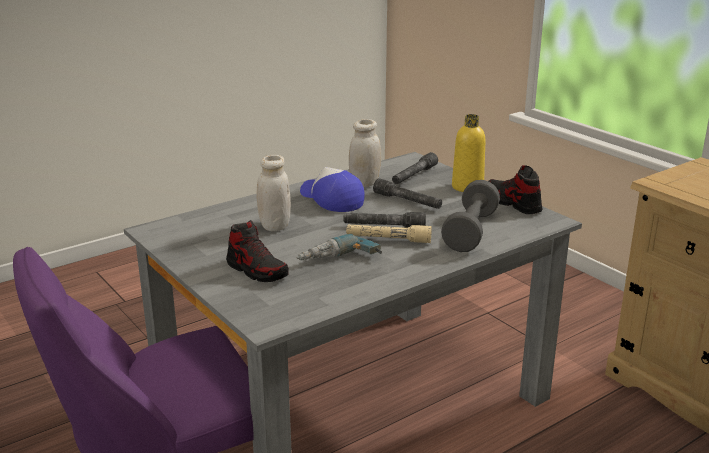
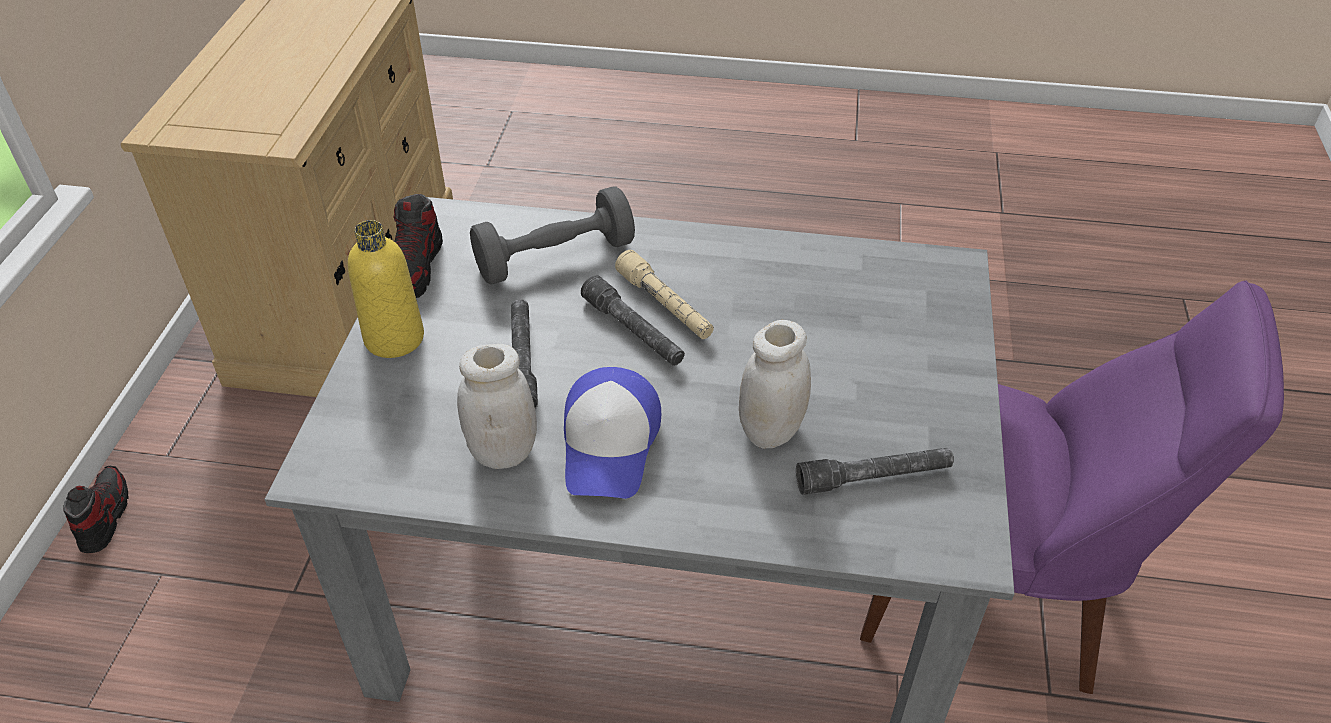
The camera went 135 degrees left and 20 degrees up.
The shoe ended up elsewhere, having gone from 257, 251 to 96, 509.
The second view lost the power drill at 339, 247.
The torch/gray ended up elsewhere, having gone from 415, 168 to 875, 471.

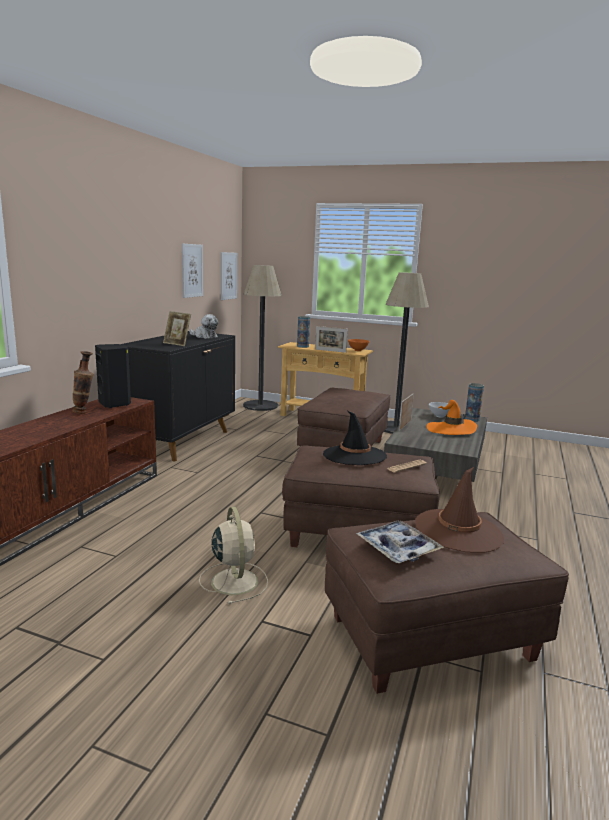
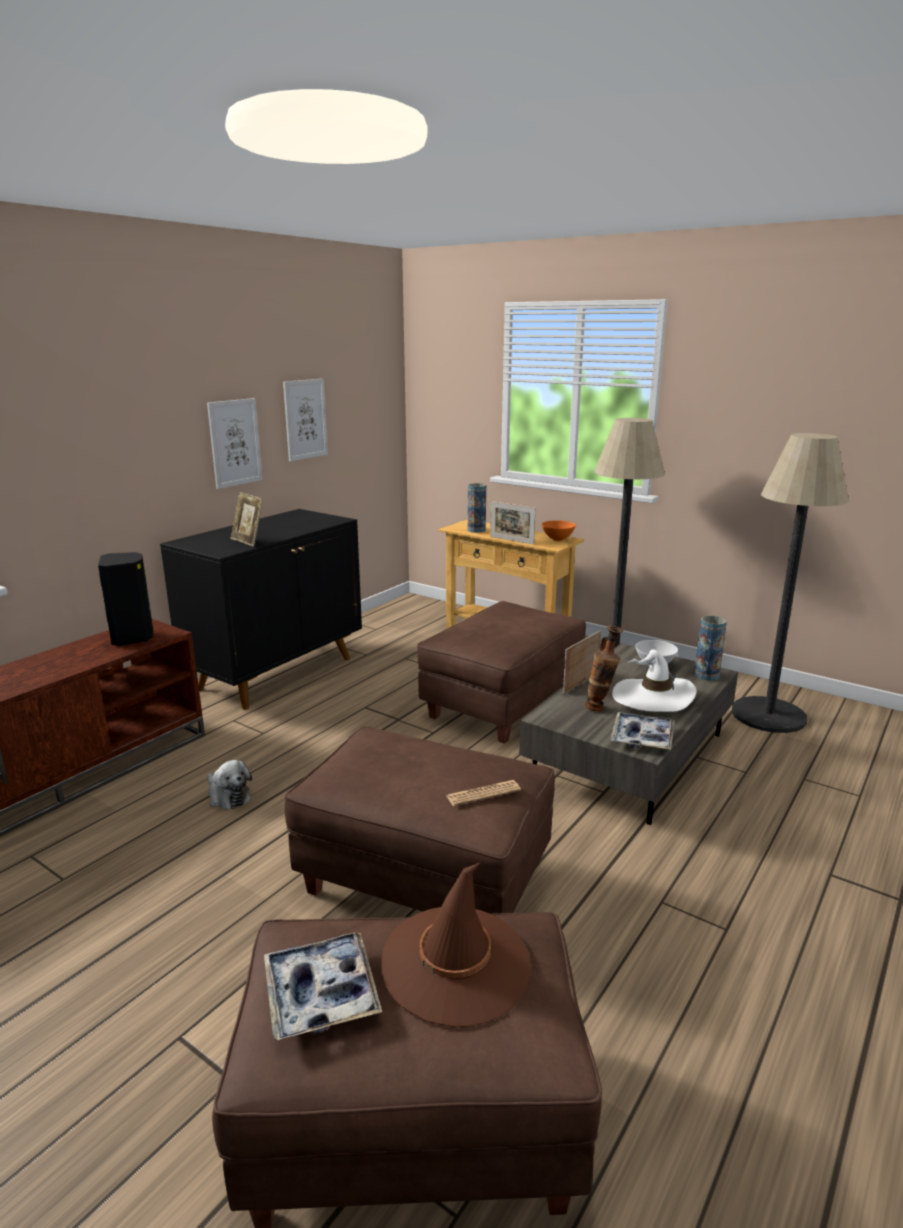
The camera went 15 degrees right and 5 degrees up.
The flower vase ended up elsewhere, having gone from 83, 382 to 604, 668.
The soft toy ended up elsewhere, having gone from 203, 326 to 230, 784.
The second view lost the fan/sand-coloured at 233, 555.
The picture ended up elsewhere, having gone from 229, 276 to 235, 443.
The standard lamp ended up elsewhere, having gone from 262, 338 to 790, 583.
The second view lost the hat/black-coloured at 355, 438.
What was the hat/orange-coloured at 451, 417 turned into the hat/white-coloured at 654, 680.
The second view gained the carrying tray at 642, 731.

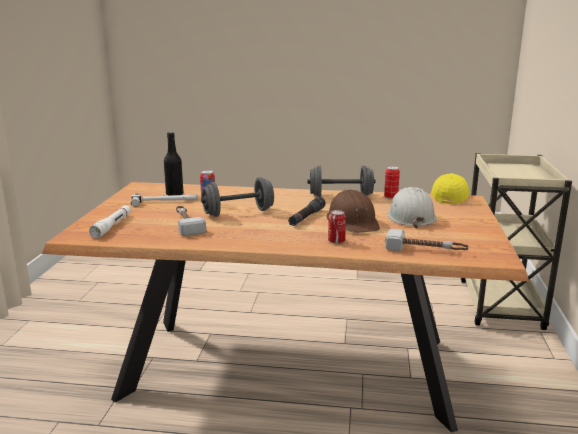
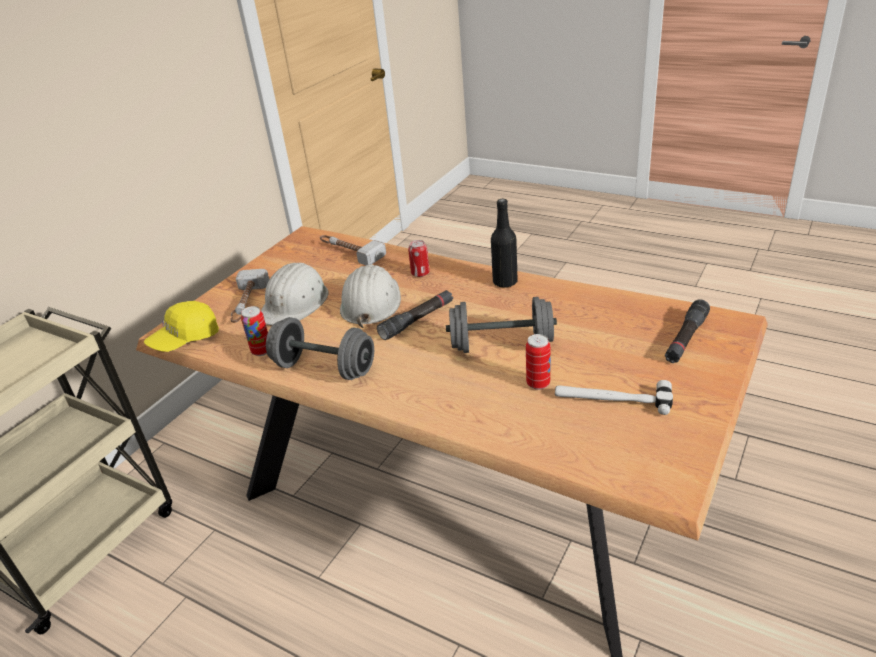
The camera went 155 degrees left and 15 degrees up.
What was the torch/white-coloured at 110, 221 turned into the torch/black-coloured at 687, 331.
The beverage bottle/black-coloured ended up elsewhere, having gone from 173, 163 to 504, 243.
The tool hammer ended up elsewhere, having gone from 191, 221 to 249, 296.
What was the safety helmet/brown at 353, 211 turned into the safety helmet/white-coloured at 370, 296.

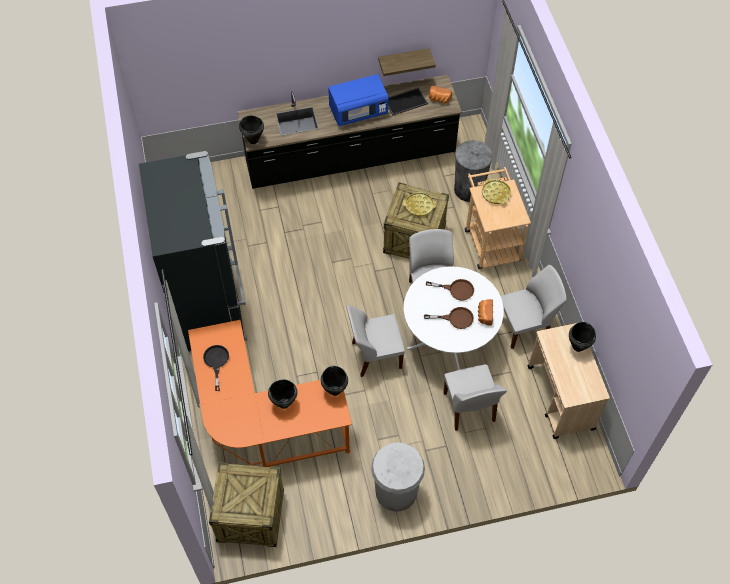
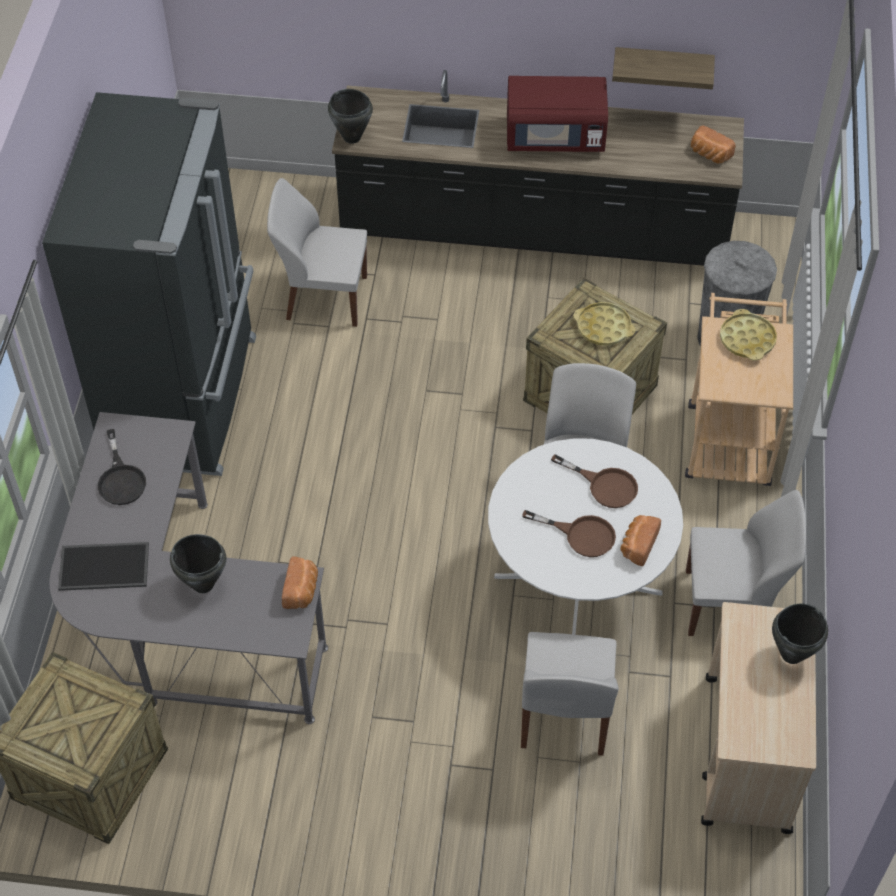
The camera went 20 degrees right and 5 degrees down.
What was the desk/orange-coloured at 270, 393 turned into the desk/gray at 188, 568.
The skillet/black-coloured at 216, 368 ended up facing another way, 150 degrees clockwise from before.
Where the stockpot/black-coloured stood at 334, 381, the baked bread came to stand at 300, 582.
What was the microwave/blue-coloured at 358, 100 turned into the microwave/reddish at 557, 114.
The chair/white-coloured ended up elsewhere, having gone from 375, 340 to 317, 252.
The second view lost the waste bin/white-coloured at 398, 477.
The carrying tray ended up elsewhere, having gone from 408, 101 to 103, 566.

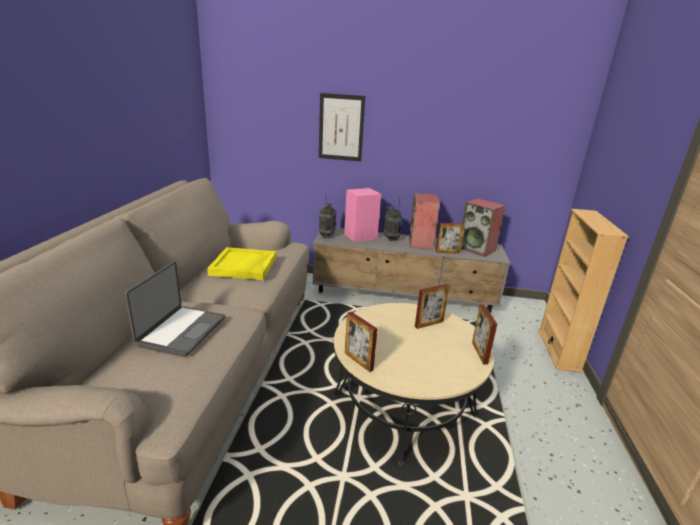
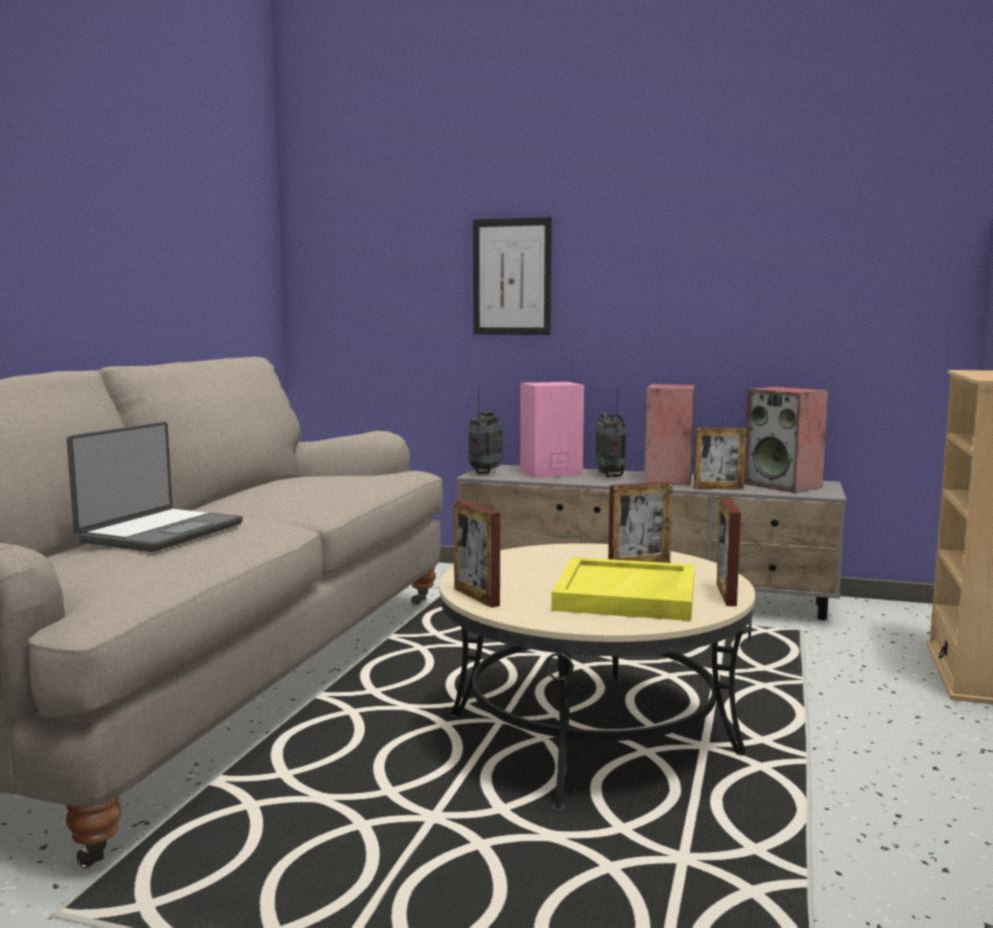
The camera went 10 degrees right and 15 degrees down.
The carrying tray/yellow ended up elsewhere, having gone from 241, 263 to 623, 589.

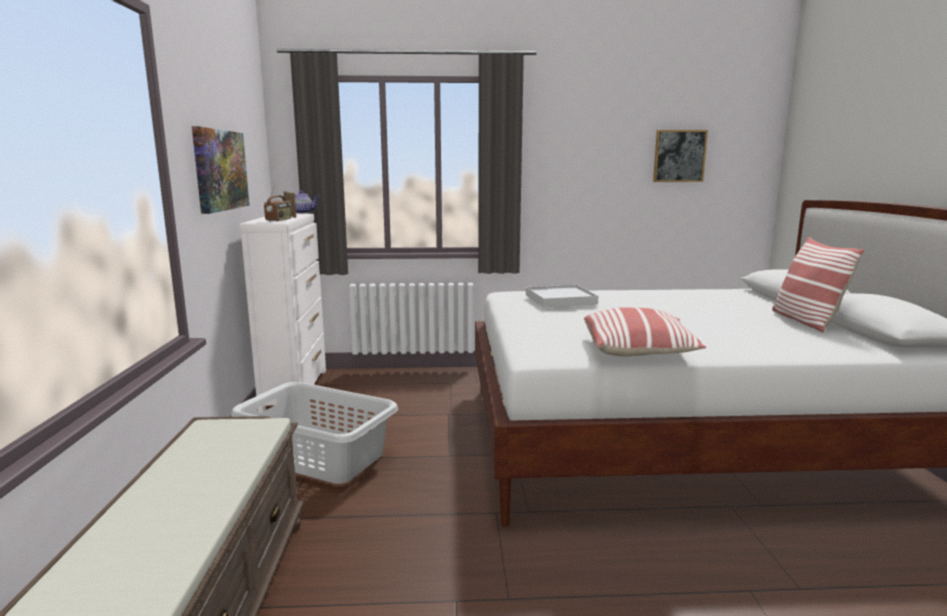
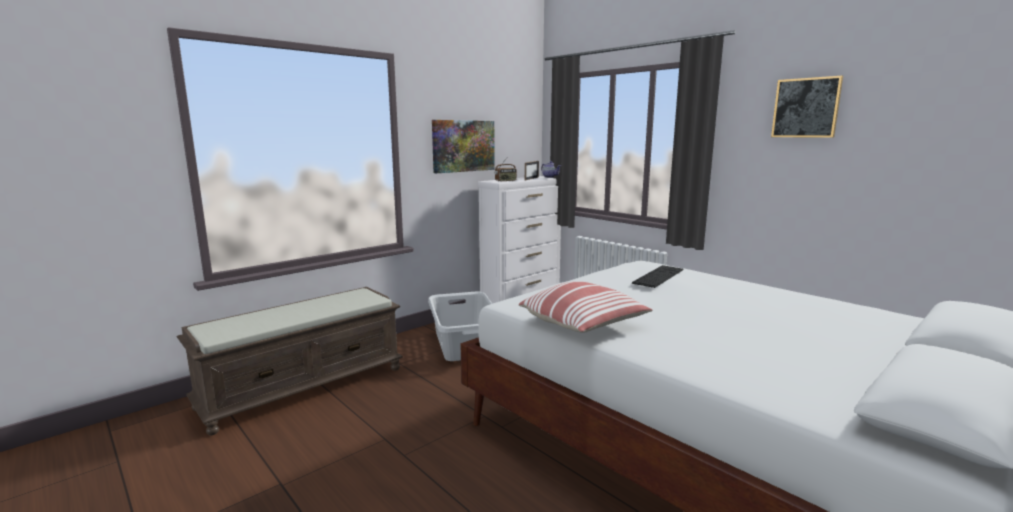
The camera went 50 degrees right and 0 degrees up.
Where the carrying tray/white-coloured stood at 562, 296, the PC keyboard came to stand at 657, 276.
The picture ended up elsewhere, having gone from 680, 156 to 807, 106.
The second view lost the pillow at 818, 284.

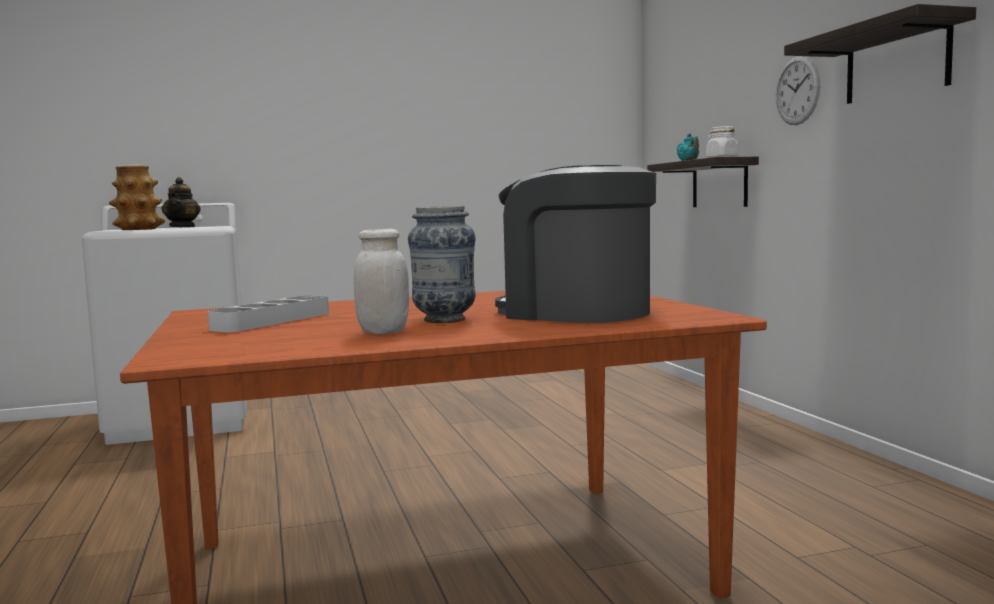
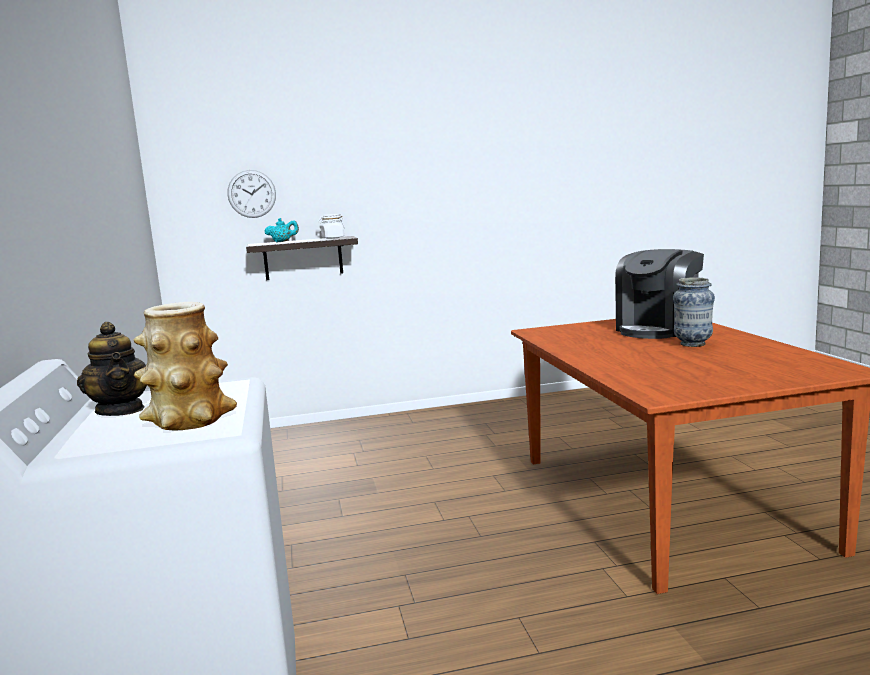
The camera went 85 degrees left and 5 degrees up.
The tea pot at 181, 202 ended up facing another way, 60 degrees clockwise from before.
The second view lost the carrying tray/gray at 268, 313.
The second view lost the preserve jar/white-coloured at 381, 281.
The clock on the wall ended up elsewhere, having gone from 798, 90 to 251, 194.
The second view lost the bracket shelf at 880, 54.

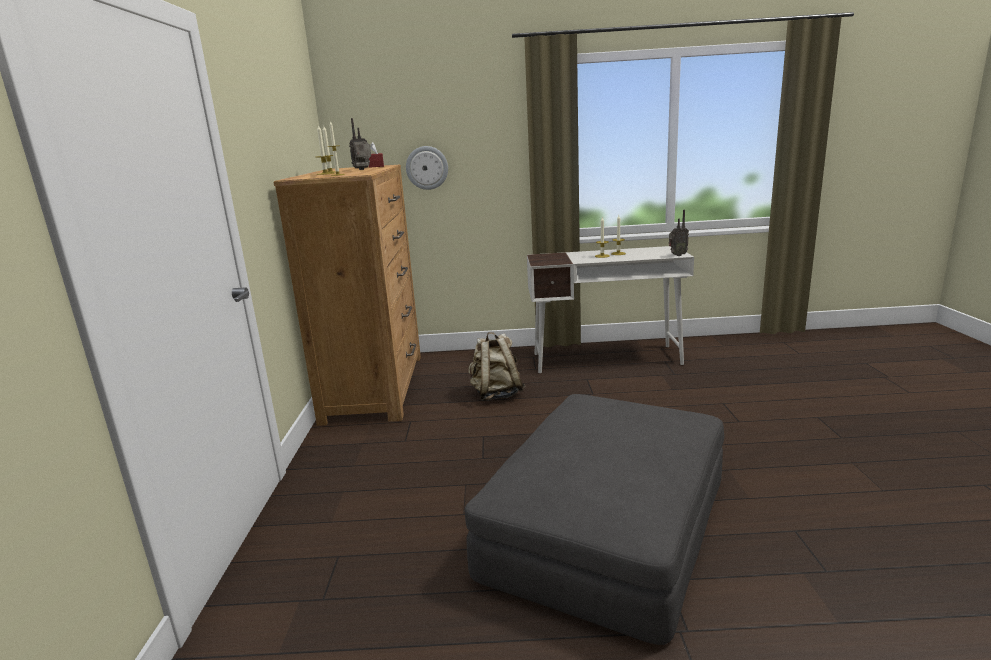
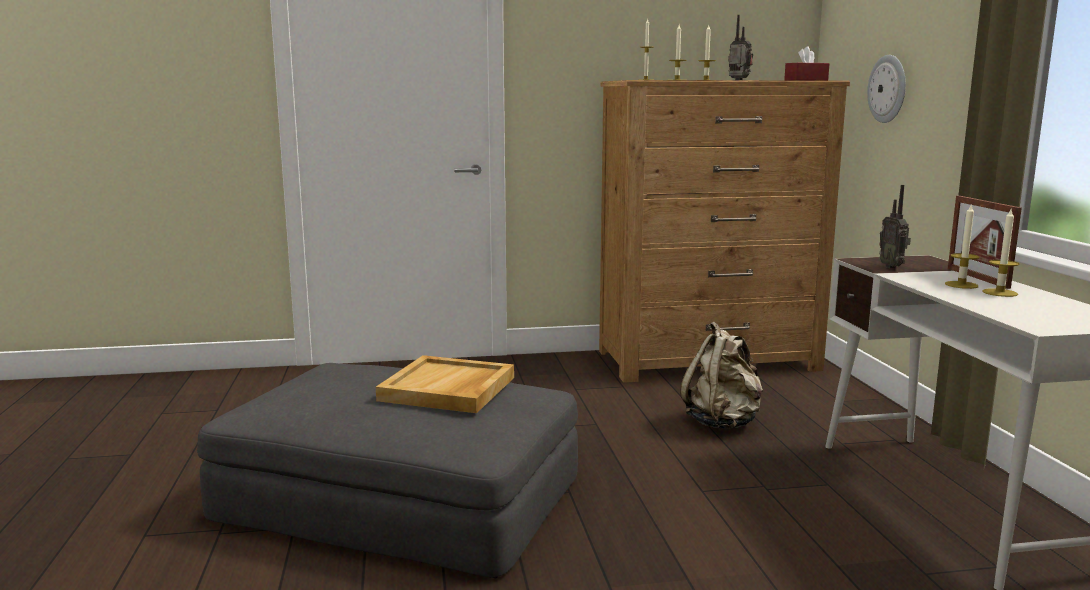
The camera went 80 degrees right and 5 degrees down.
The radio set ended up elsewhere, having gone from 679, 233 to 895, 226.
The second view gained the carrying tray/sand-coloured at 445, 384.
The second view gained the standing frame at 985, 242.

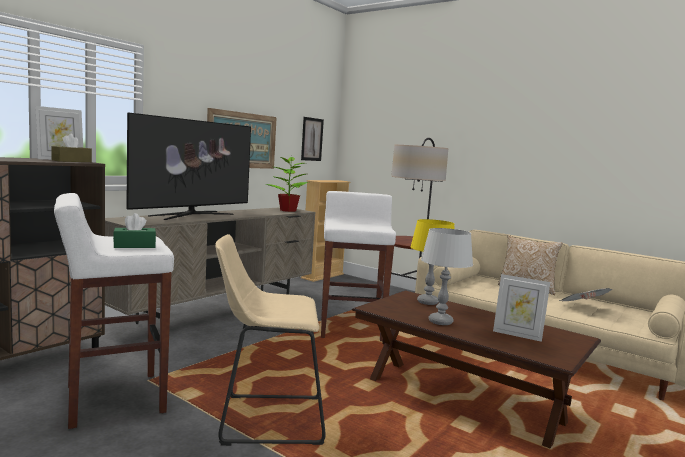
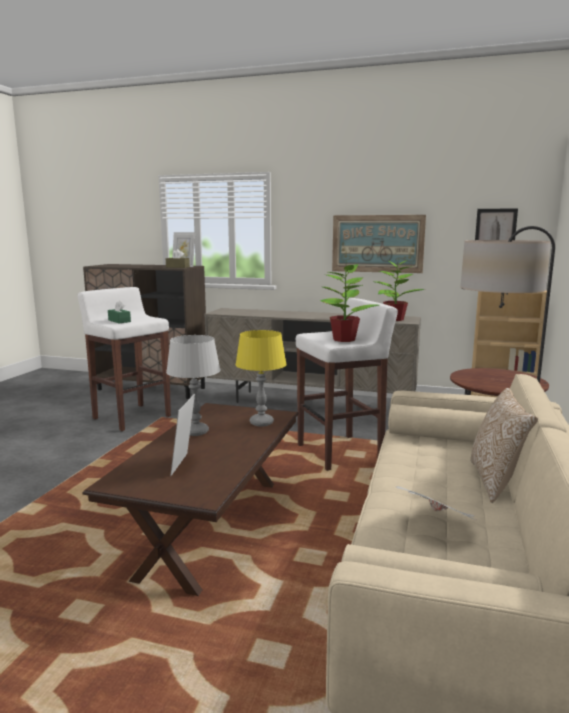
The camera went 70 degrees right and 5 degrees up.
The second view lost the TV set at 188, 166.
The second view lost the stool seat/sand-coloured at 270, 340.
The second view gained the potted plant at 349, 303.

